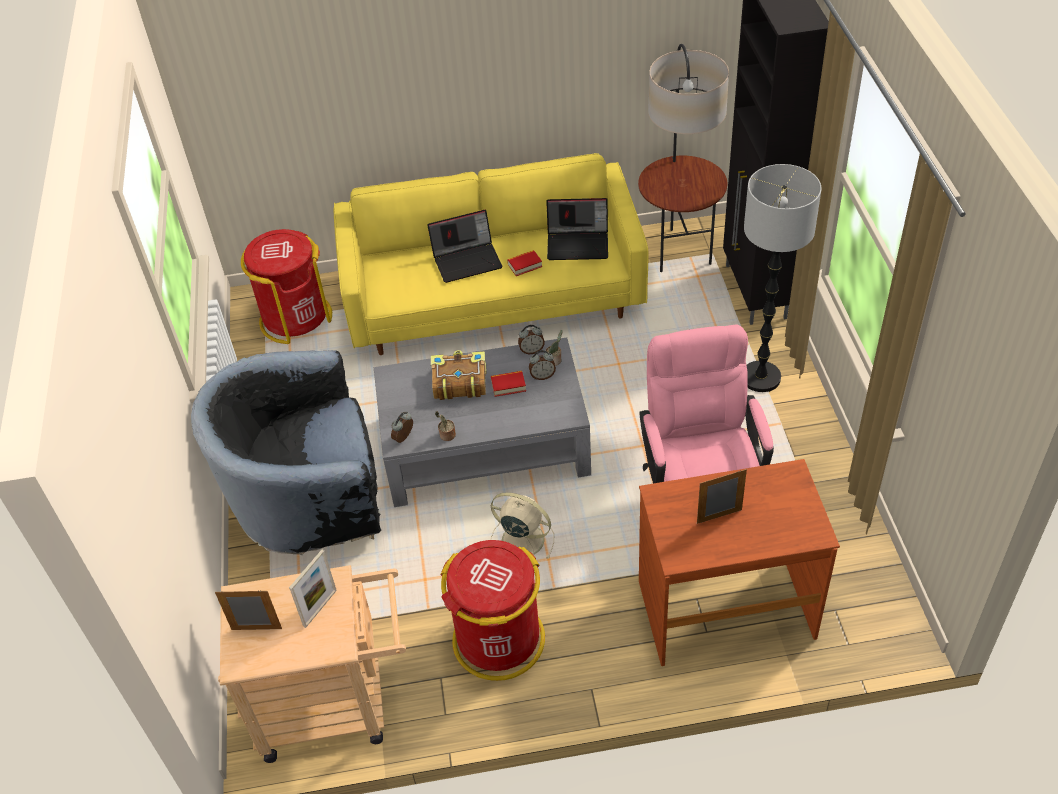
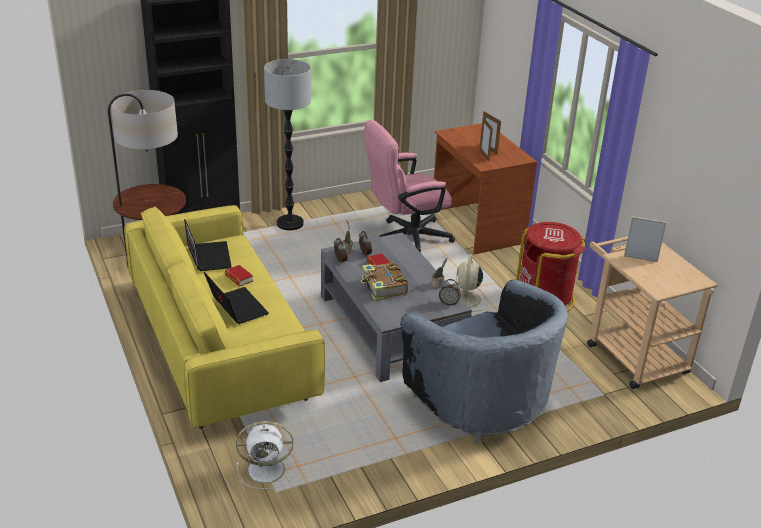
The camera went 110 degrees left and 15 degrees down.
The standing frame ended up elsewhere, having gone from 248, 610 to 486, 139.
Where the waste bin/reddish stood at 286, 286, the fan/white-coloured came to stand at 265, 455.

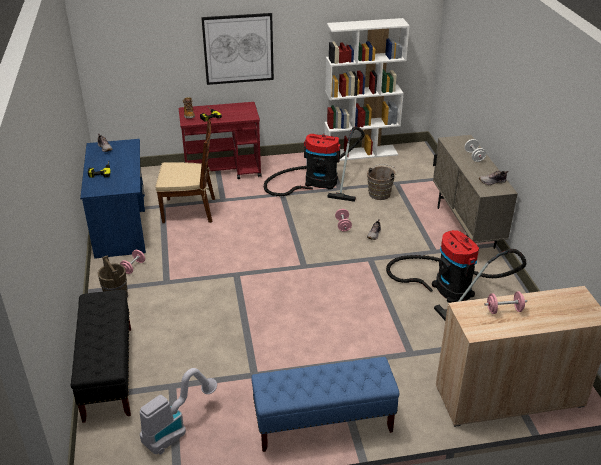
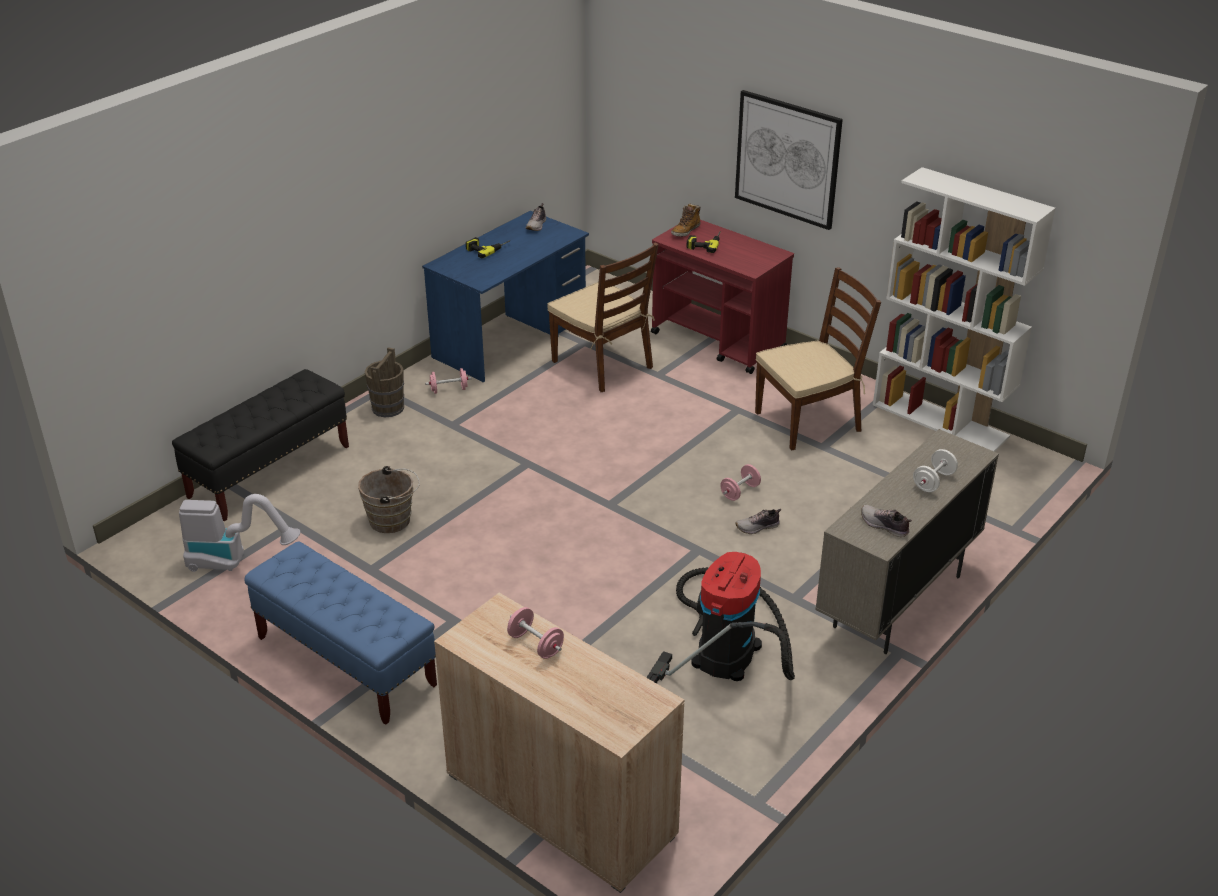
The camera went 50 degrees right and 0 degrees up.
Where the vacuum cleaner stood at 314, 164, the chair/brown came to stand at 818, 358.
The bucket/brown ended up elsewhere, having gone from 382, 182 to 389, 499.

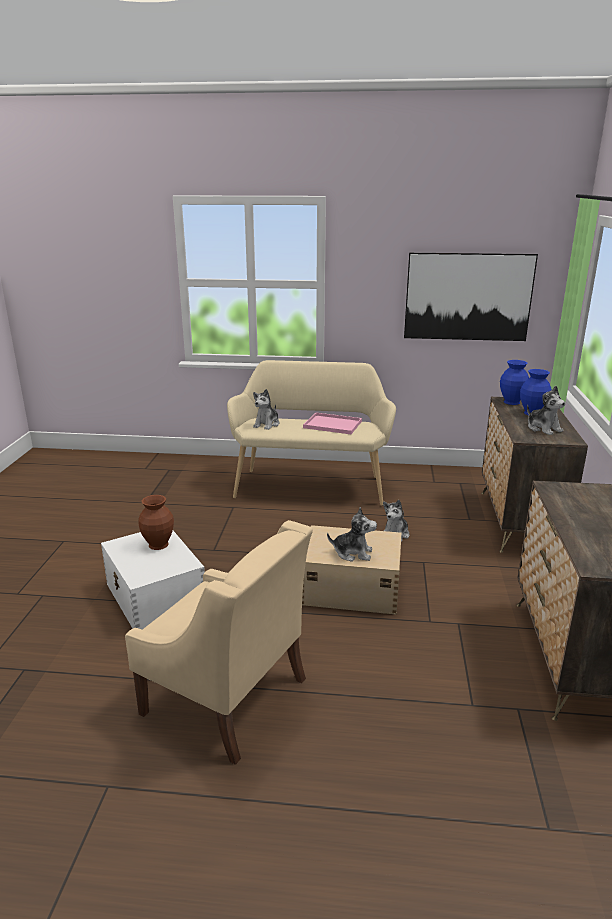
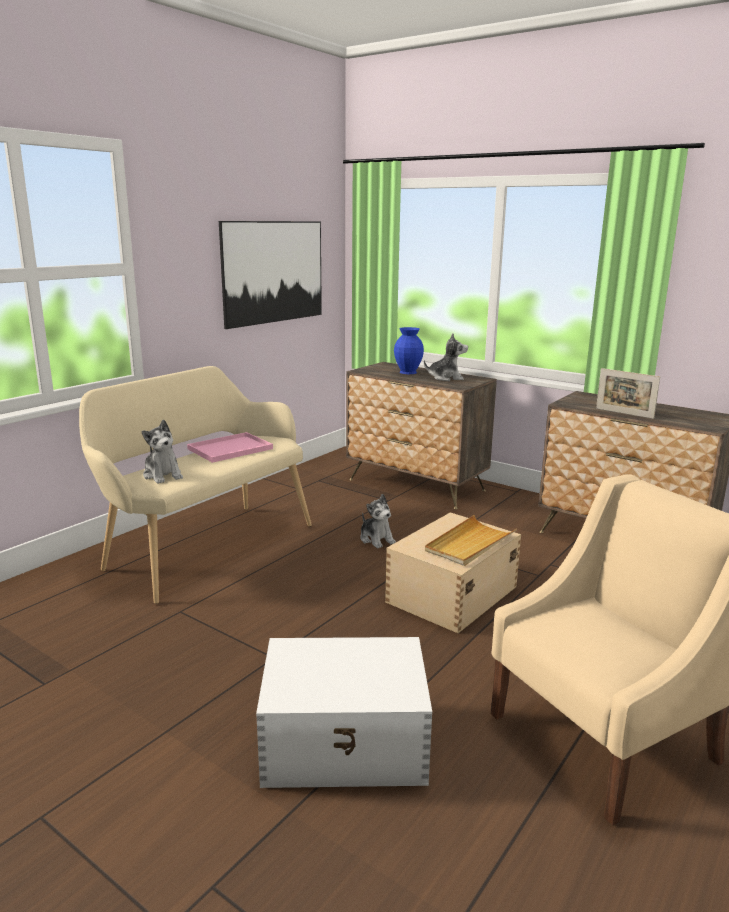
The camera went 60 degrees left and 5 degrees down.
The second view lost the flower vase/brown at 156, 522.
Where the soft toy stood at 352, 534, the carrying tray/sand-coloured came to stand at 471, 540.
The second view lost the flower vase/blue-coloured at 514, 382.
The second view gained the standing frame at 628, 393.

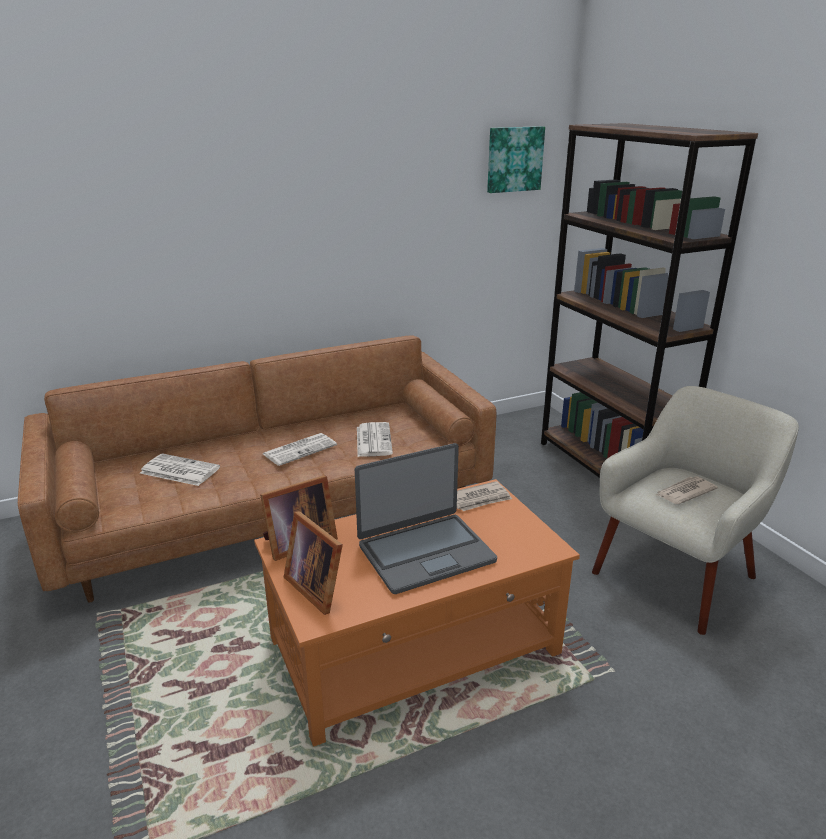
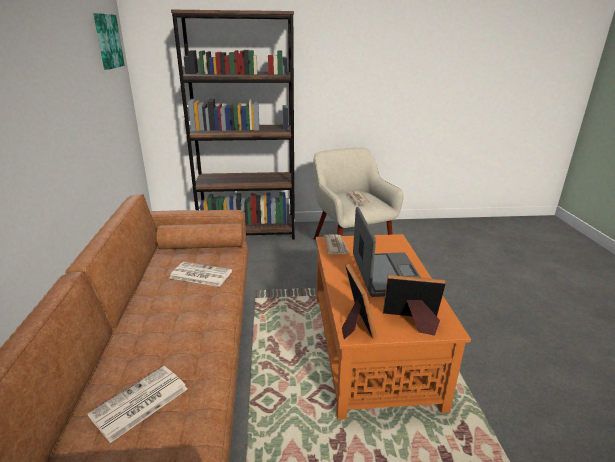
The camera went 70 degrees left and 0 degrees up.
The second view lost the newspaper at 300, 449.
The standing frame at 313, 563 ended up facing another way, 150 degrees counterclockwise from before.

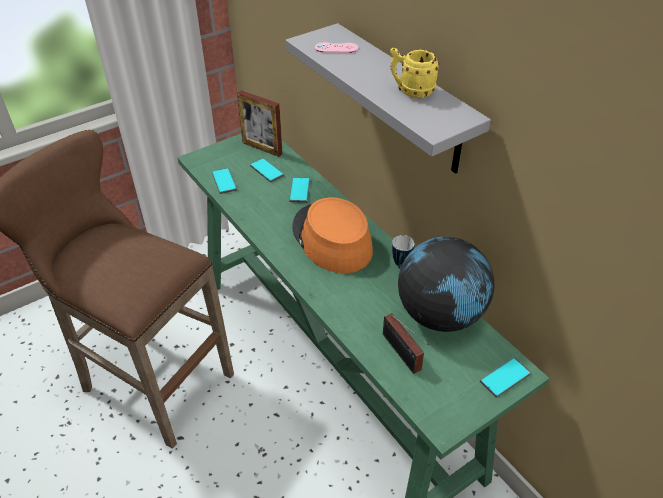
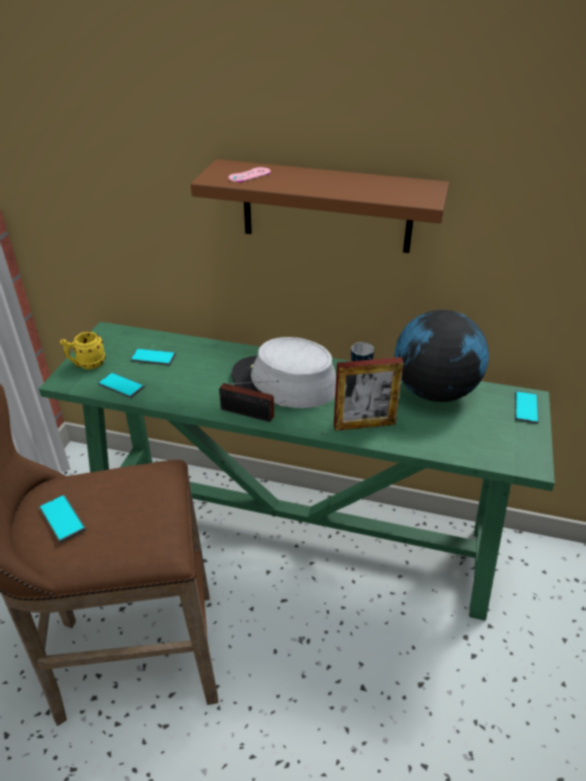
The camera went 40 degrees left and 5 degrees down.
The standing frame ended up elsewhere, having gone from 260, 123 to 369, 394.
What was the bracket shelf/gray at 388, 98 turned into the bracket shelf/brown at 320, 206.
The handset ended up elsewhere, having gone from 299, 190 to 62, 519.
What was the hat/orange-coloured at 332, 235 turned into the hat/gray at 284, 372.
The radio set ended up elsewhere, having gone from 406, 343 to 249, 401.
The mug/yellow ended up elsewhere, having gone from 414, 73 to 83, 350.

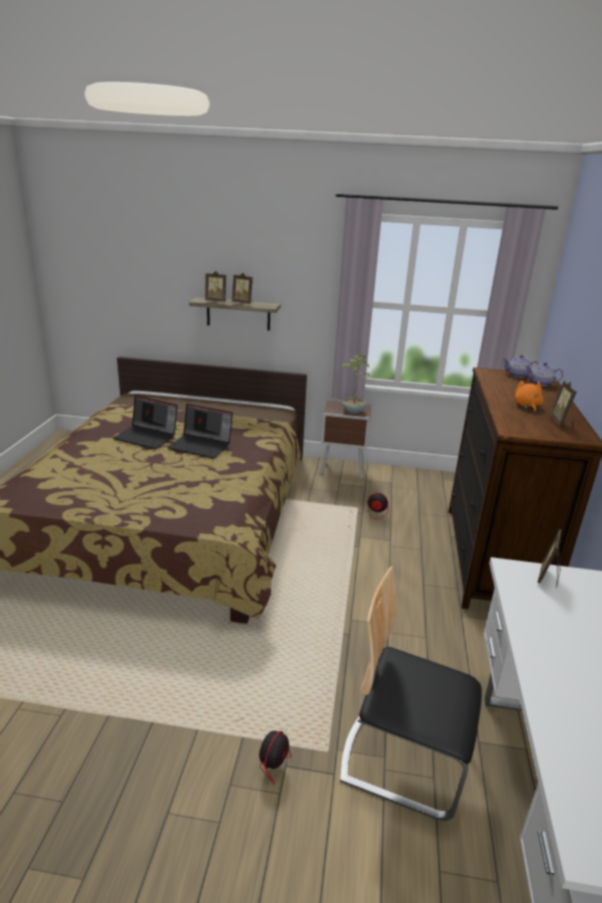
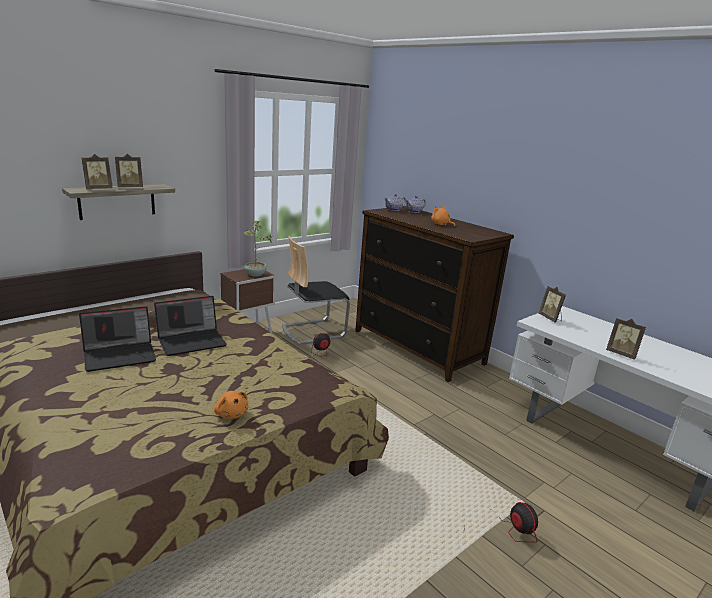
The camera went 50 degrees left and 5 degrees down.
The chair ended up elsewhere, having gone from 411, 693 to 316, 290.
The standing frame ended up elsewhere, having gone from 563, 404 to 626, 339.
The second view gained the soft toy/orange-coloured at 231, 405.

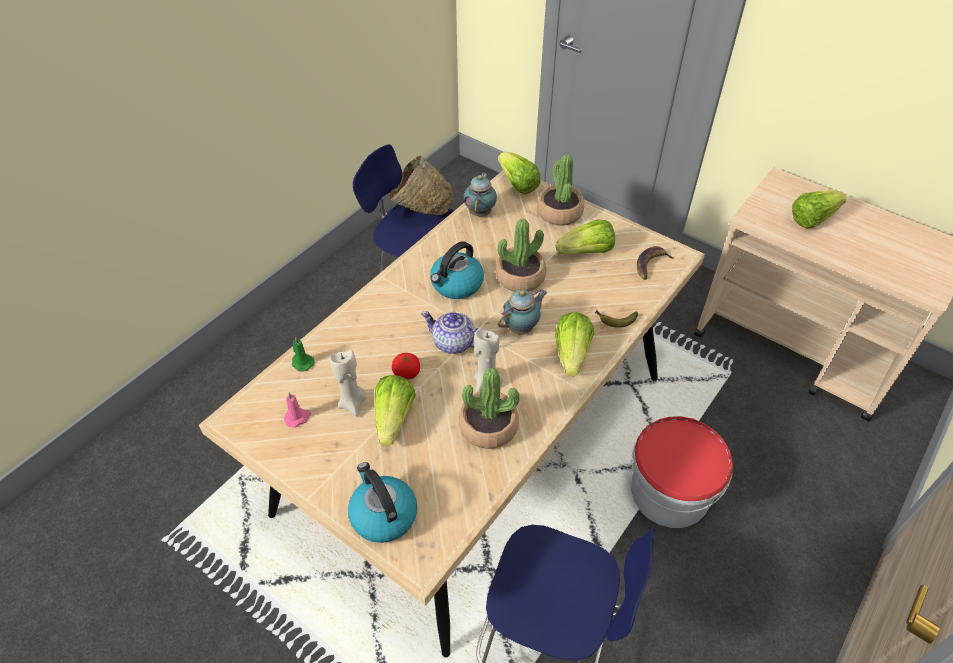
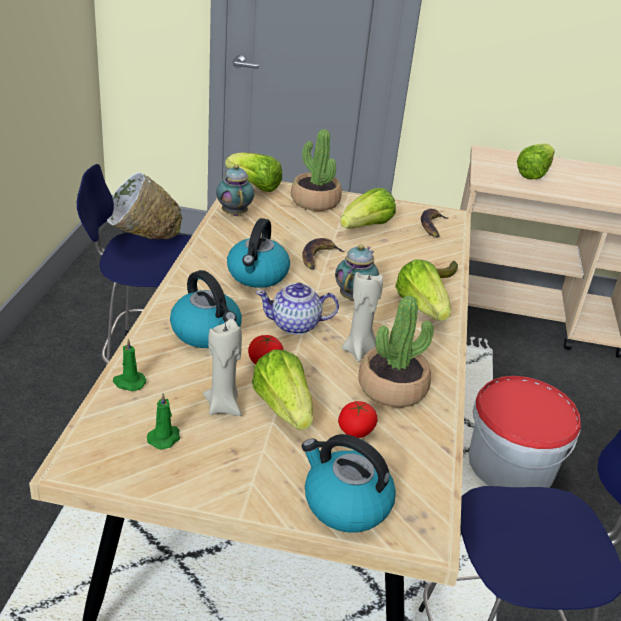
The camera went 30 degrees left and 15 degrees down.
What was the wax candle/pink-coloured at 297, 409 turned into the wax candle/green-coloured at 163, 421.
What was the serving bowl/brown at 422, 185 turned into the serving bowl/white-coloured at 145, 205.
Where the potted plant stood at 520, 255, the banana came to stand at 323, 254.
The second view gained the kettle at 206, 309.
The second view gained the fresh tomato at 357, 419.

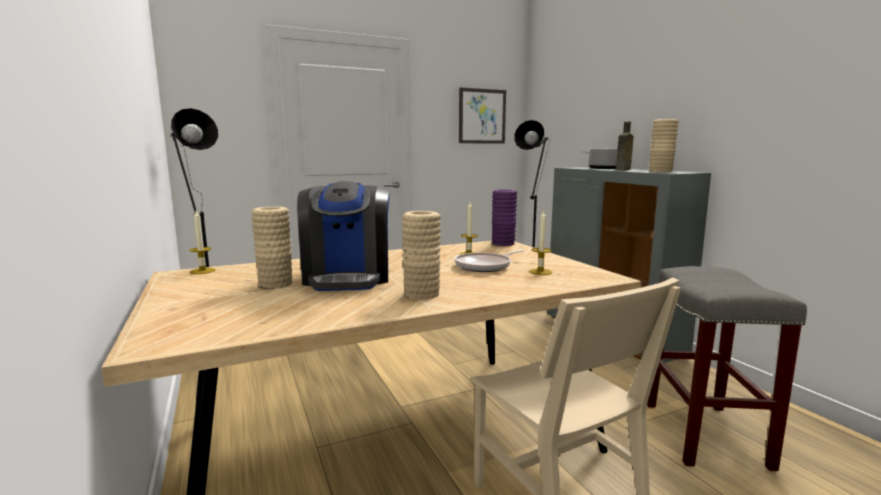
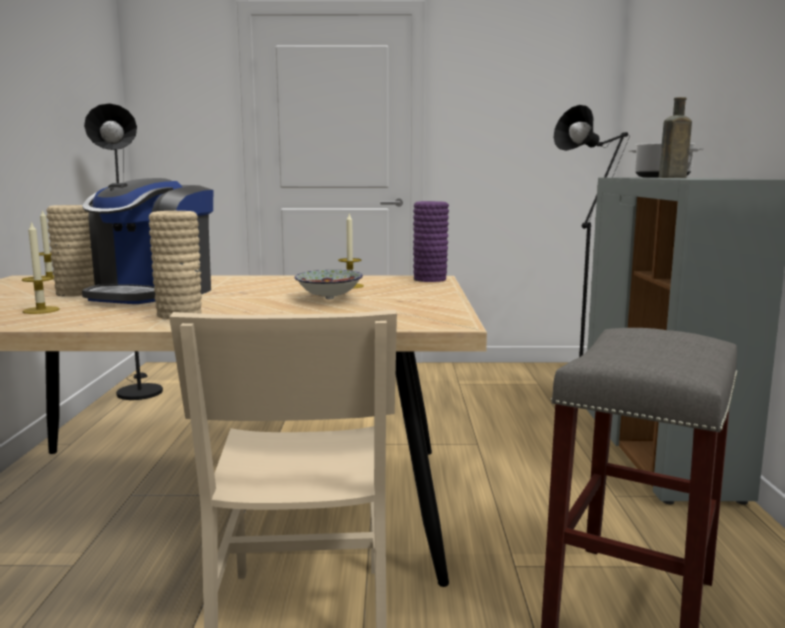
The camera went 25 degrees right and 0 degrees up.
Where the skillet stood at 489, 261, the serving bowl came to stand at 329, 284.
The second view lost the picture at 482, 115.
The wax candle ended up elsewhere, having gone from 541, 242 to 41, 267.
The second view lost the flower vase/sand-coloured at 664, 145.

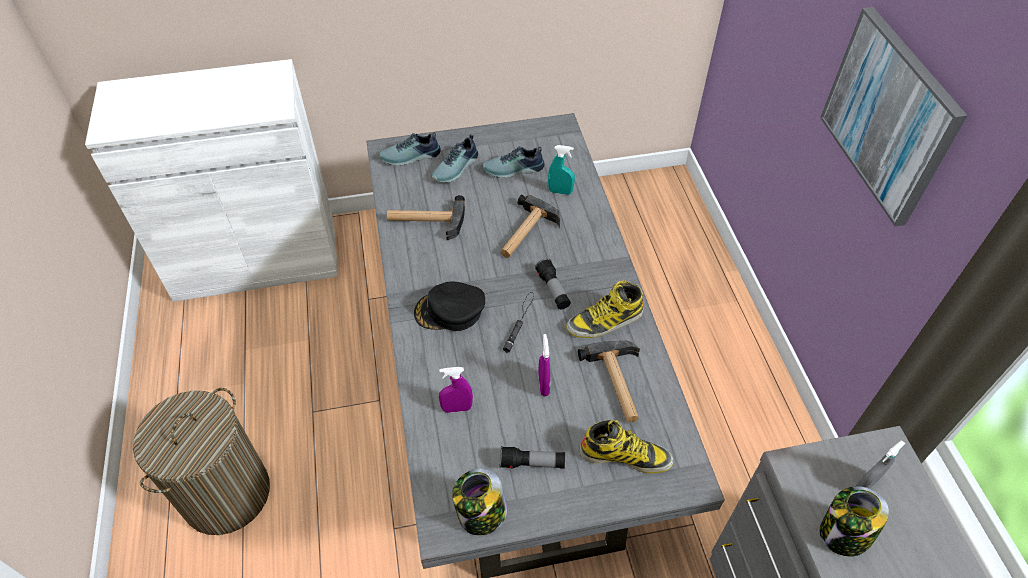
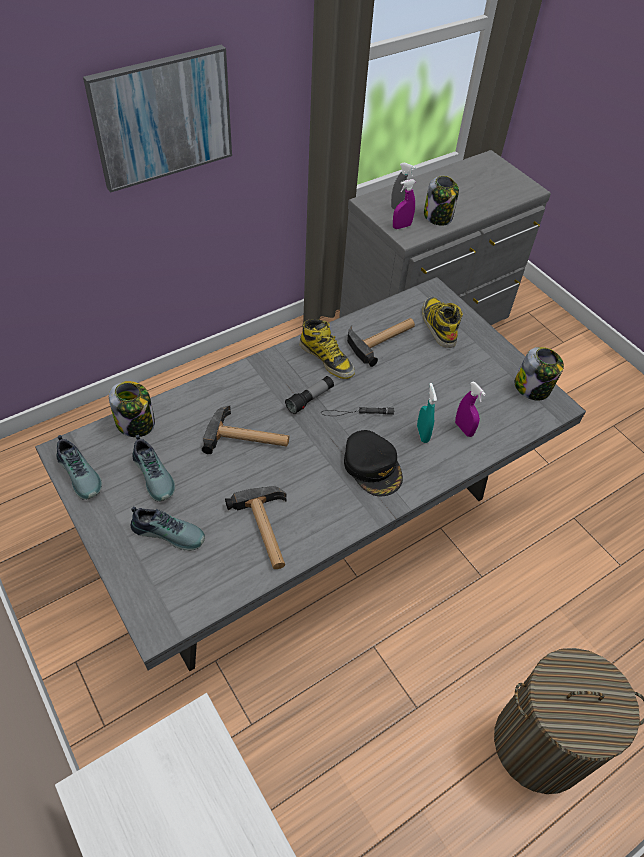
The camera went 115 degrees left and 0 degrees up.
The shoe ended up elsewhere, having gone from 410, 149 to 79, 467.
The second view lost the torch at 532, 457.
The spray bottle/purple-coloured ended up elsewhere, having gone from 544, 365 to 404, 204.
The spray bottle/turquoise ended up elsewhere, having gone from 561, 170 to 427, 413.
The second view gained the preserve jar at 132, 409.

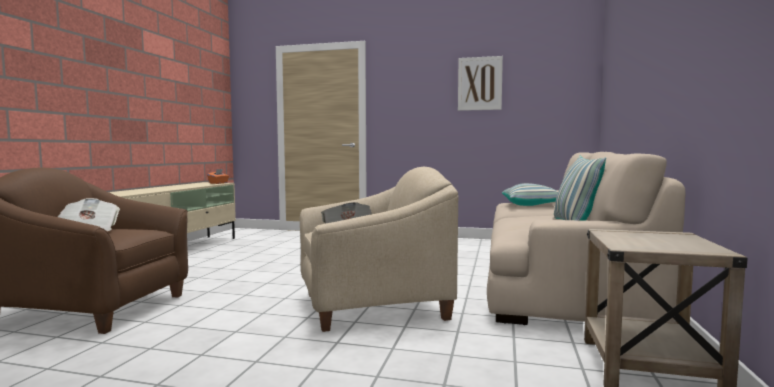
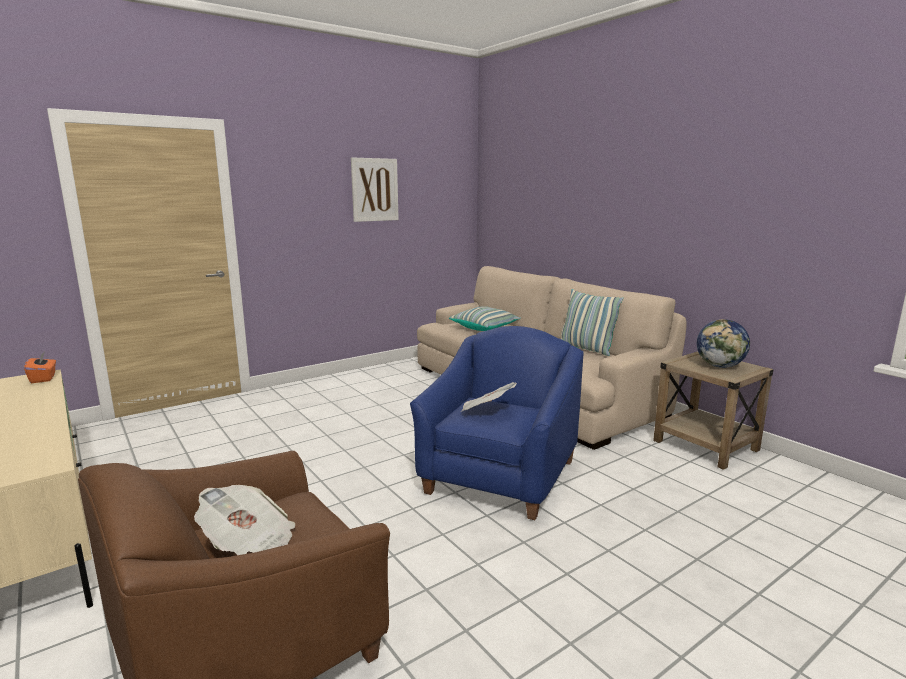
The camera went 50 degrees left and 10 degrees up.
What was the armchair/sand-coloured at 379, 249 turned into the armchair/blue-coloured at 497, 423.
The second view gained the globe at 723, 343.

